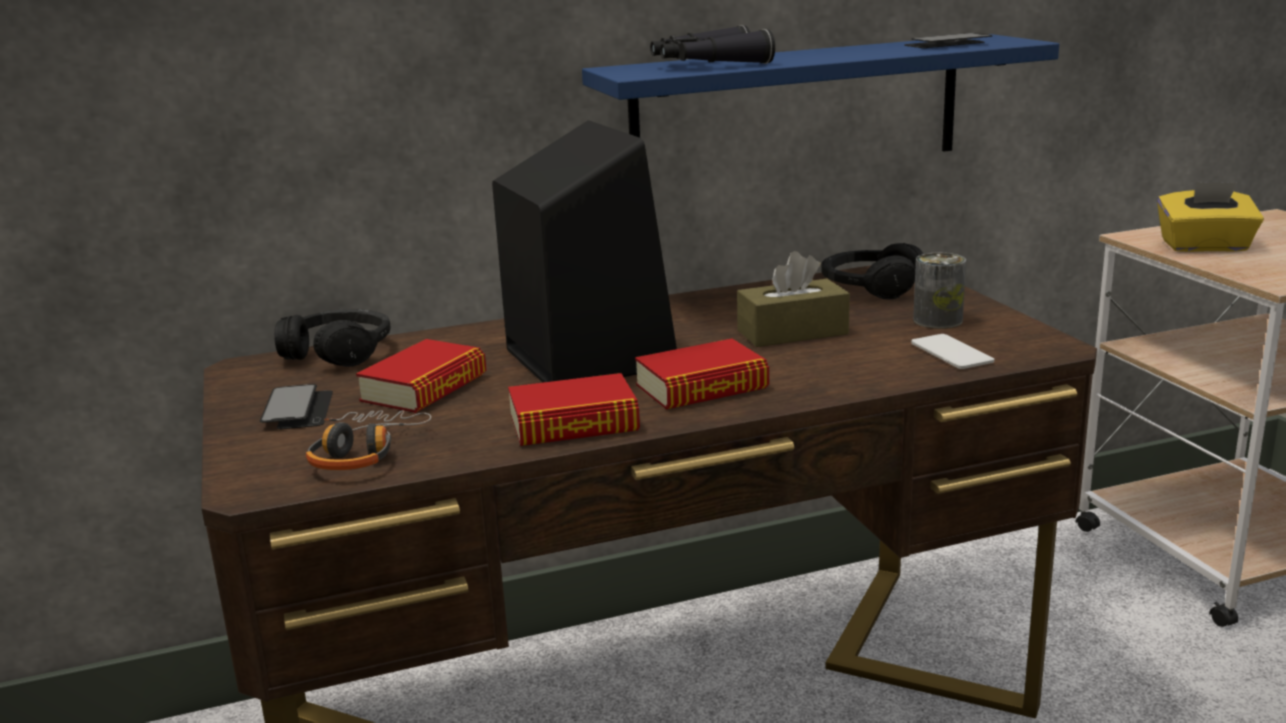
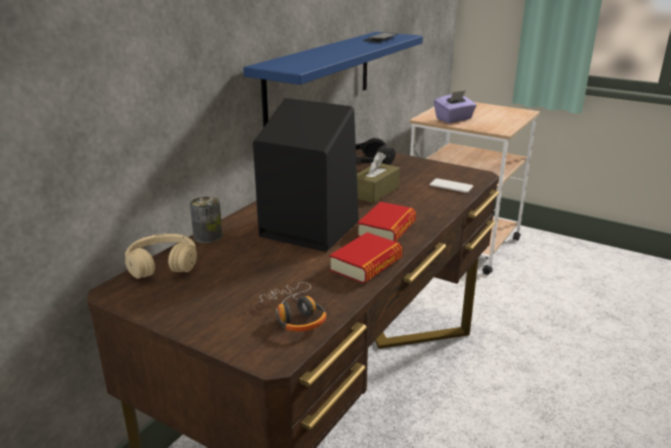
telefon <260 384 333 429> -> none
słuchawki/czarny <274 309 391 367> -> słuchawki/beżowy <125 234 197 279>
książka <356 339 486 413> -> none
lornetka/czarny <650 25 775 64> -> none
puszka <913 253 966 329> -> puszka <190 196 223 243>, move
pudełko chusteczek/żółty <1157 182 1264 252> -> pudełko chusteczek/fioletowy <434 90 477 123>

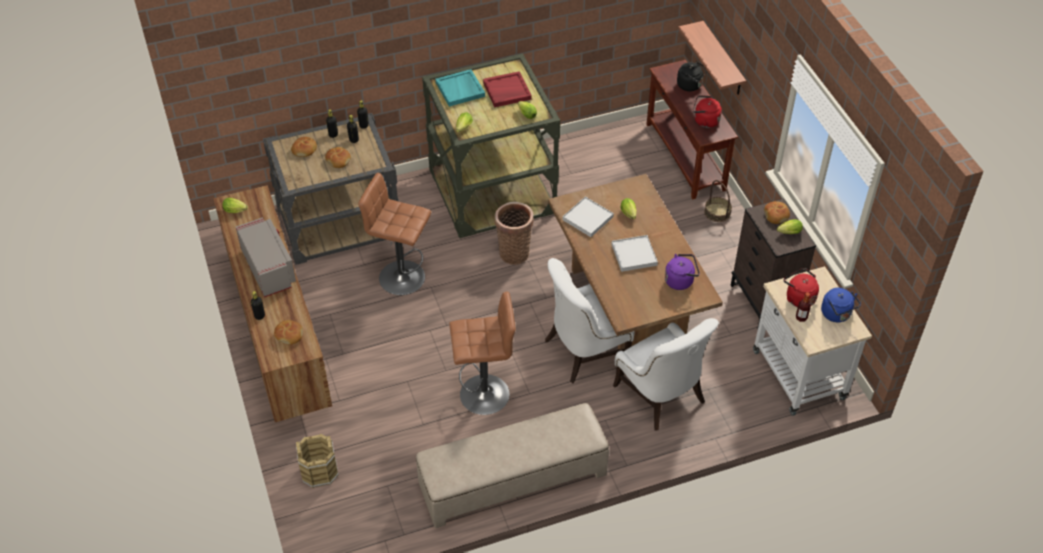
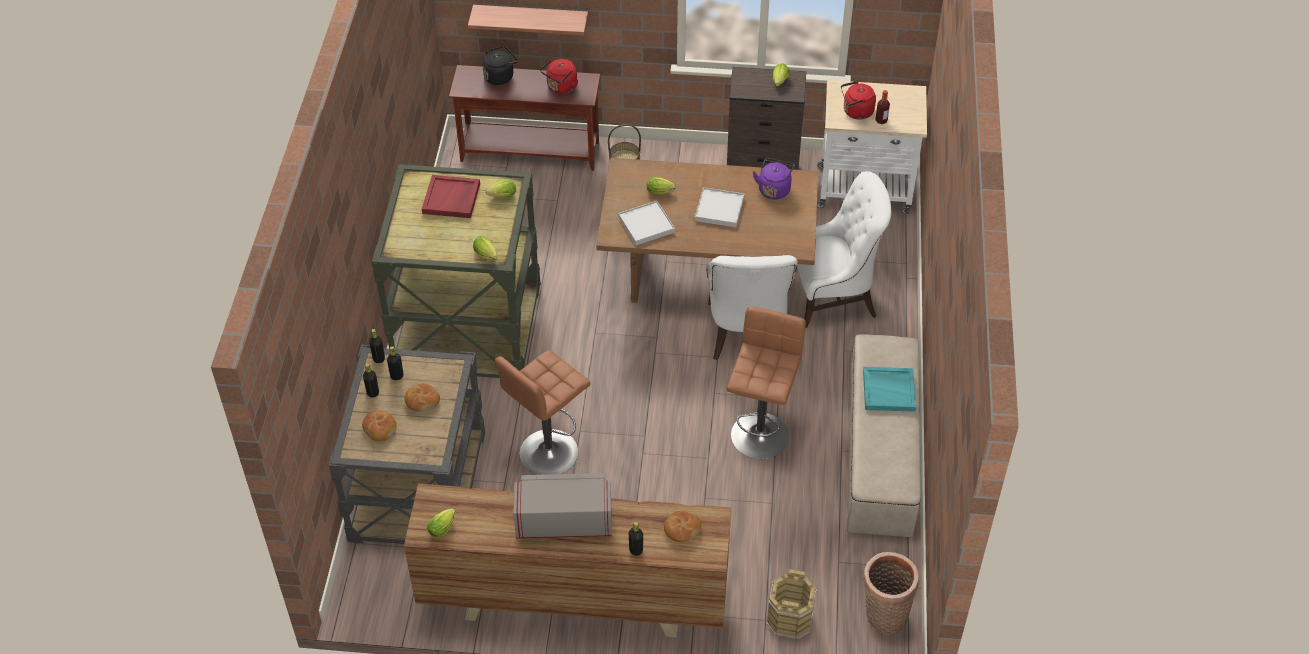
taca/turkusowy <435 69 485 107> -> taca/turkusowy <863 367 916 412>, move
koszyk <495 202 534 265> -> koszyk <863 552 919 634>, move
chleb <764 201 790 224> -> none
czajnik/niebieski <821 288 861 322> -> none

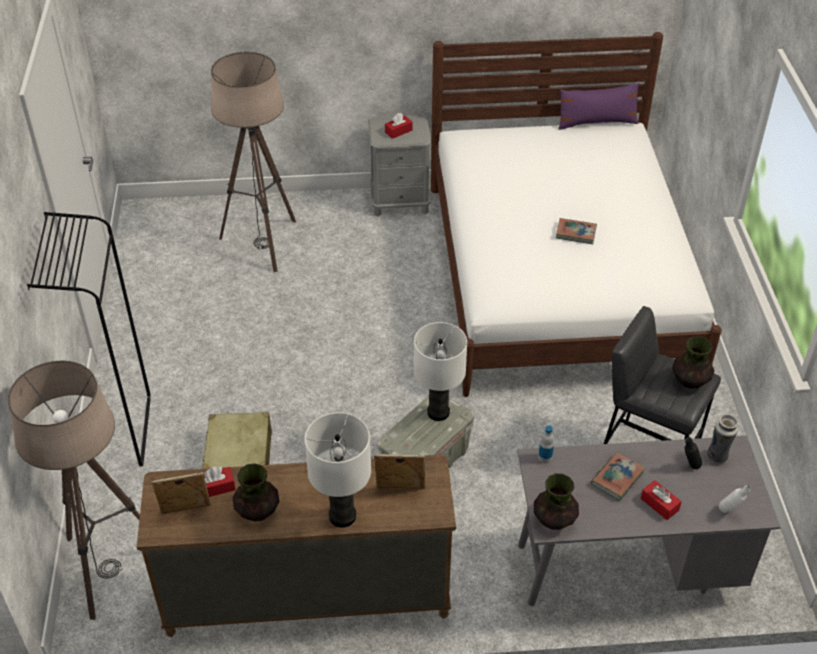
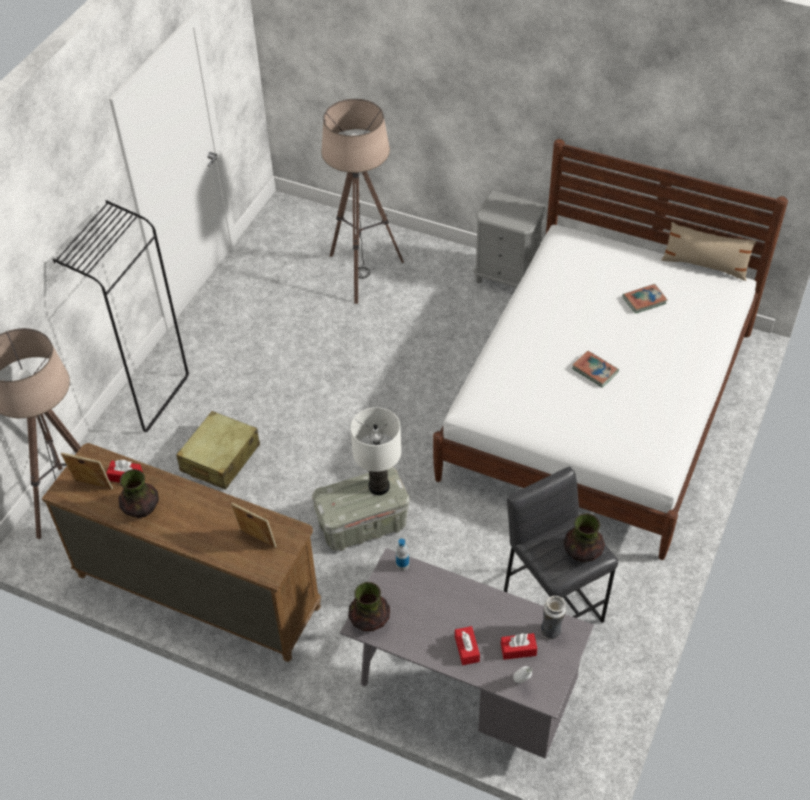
lampa stołowa/biały <304 413 371 527> -> none
pudełko chusteczek/czerwony <385 113 413 139> -> pudełko chusteczek/czerwony <501 633 537 660>, move
poduszka/fioletowy <558 83 640 130> -> poduszka/beżowy <661 222 757 281>
książka <591 452 645 501> -> książka <623 284 667 314>, move
butelka/czarny <684 437 702 469> -> none

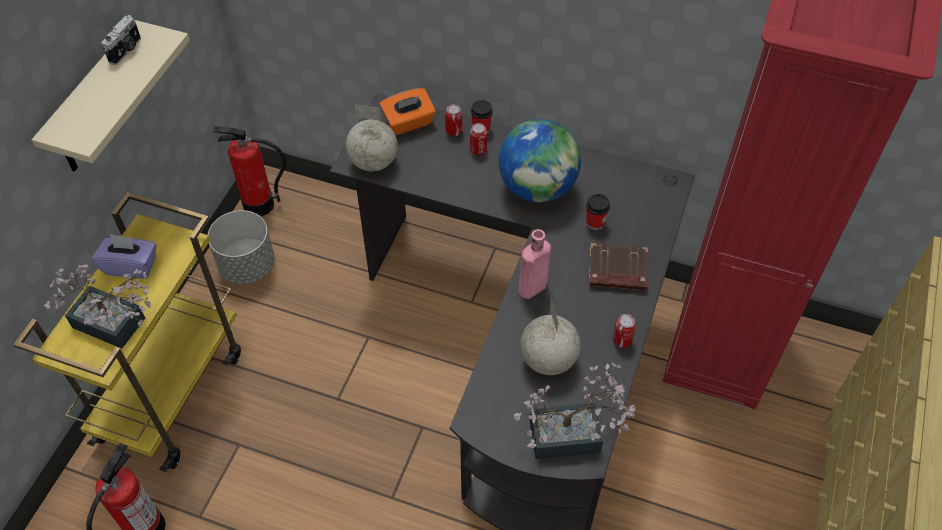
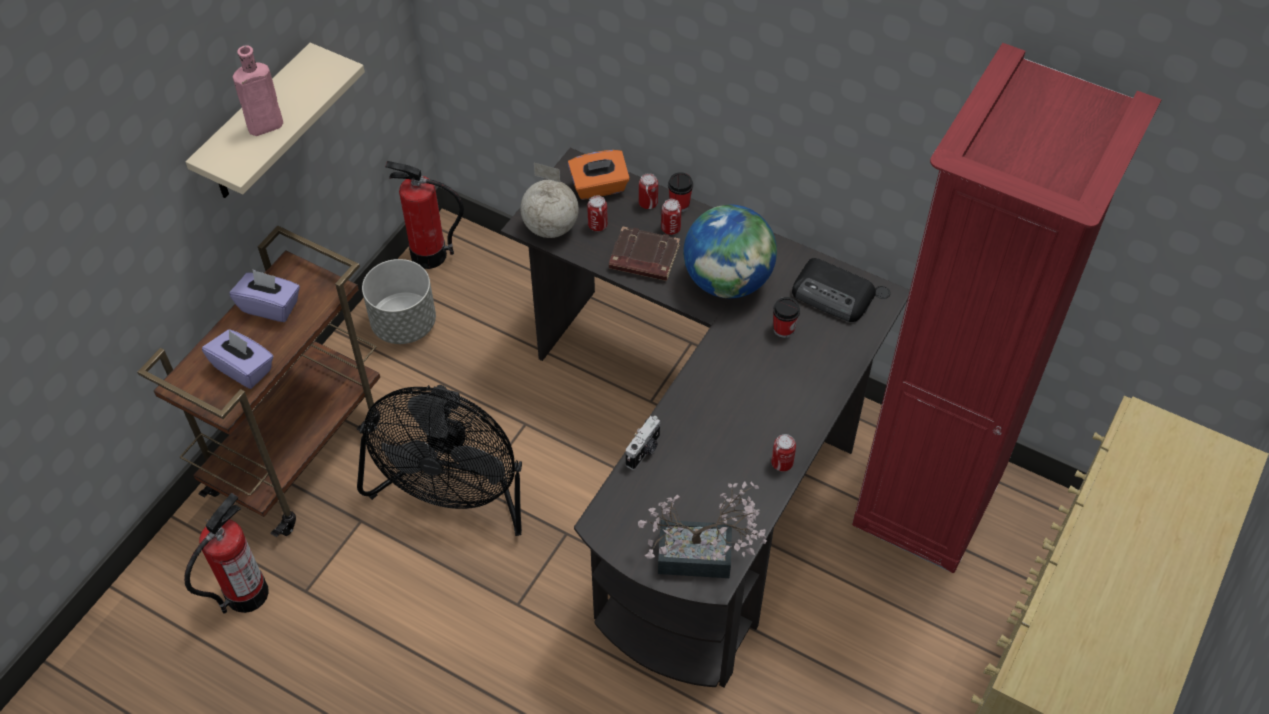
wózek/żółty <13 192 241 472> -> wózek/brązowy <137 226 380 537>
roślina doniczkowa <44 265 151 349> -> pudełko chusteczek/fioletowy <202 329 273 389>
aparat fotograficzny <101 15 141 65> -> aparat fotograficzny <626 416 660 470>, move
butelka/różowy <519 229 551 299> -> butelka/różowy <233 45 283 136>, move
globus <520 299 581 375> -> none
książka/brązowy <589 243 648 290> -> książka/brązowy <609 226 680 281>, move
none -> wentylator/czarny <357 385 522 536>
none -> puszka <588 195 608 231>
none -> radio <792 258 876 322>

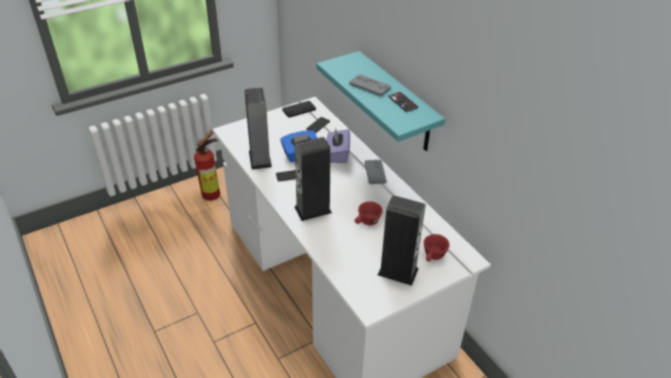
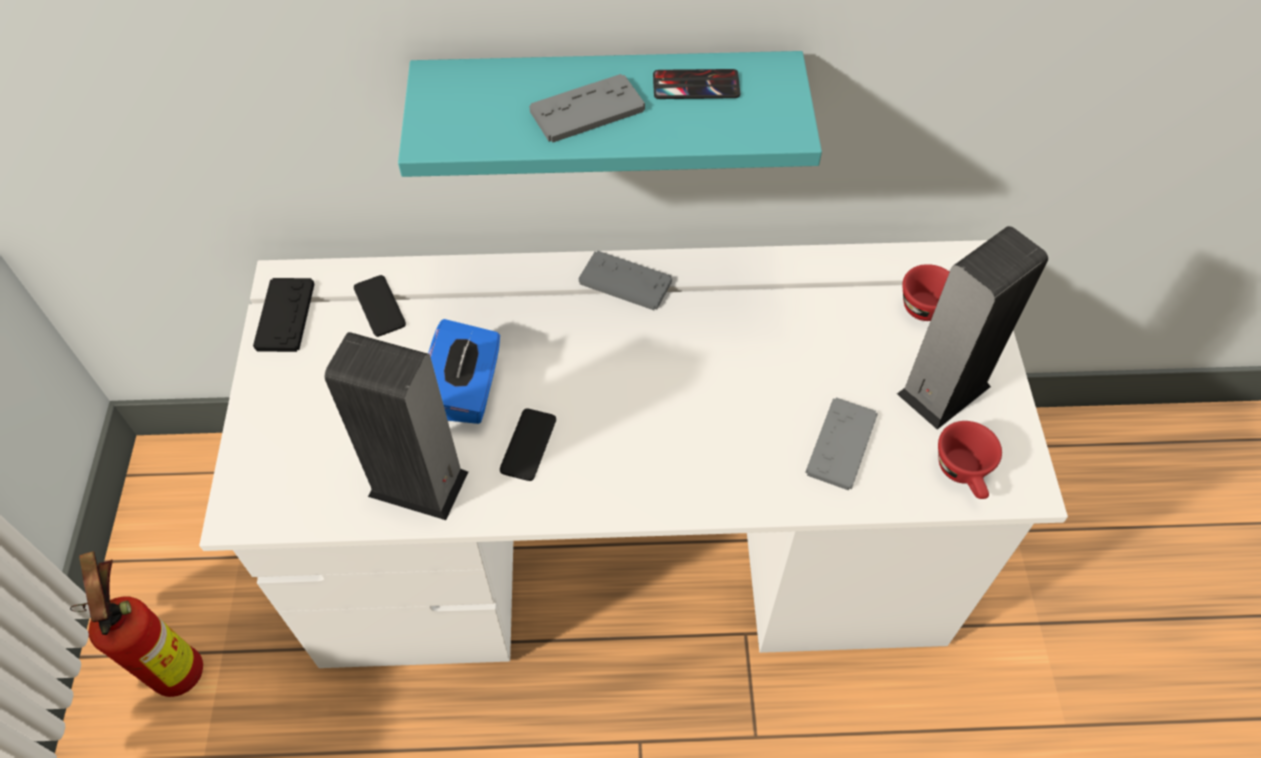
głośnik <294 137 332 221> -> none
pudełko chusteczek/fioletowy <327 128 350 163> -> none
filiżanka/czerwony <355 201 383 225> -> filiżanka/czerwony <938 421 1002 499>, move
none -> pad do gier/szary <805 397 878 490>

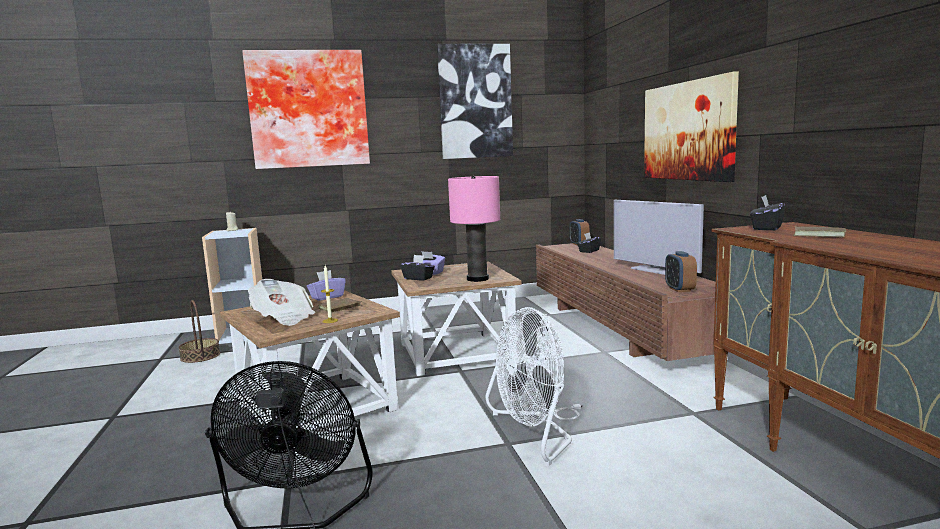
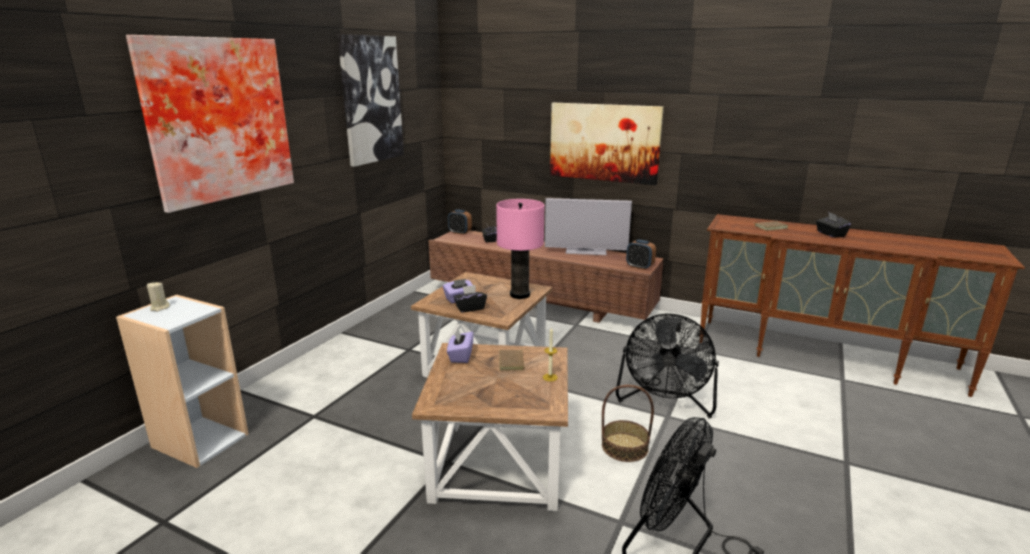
koszyk <178 300 220 363> -> koszyk <602 385 654 462>, move
gazeta <248 279 315 326> -> none
wentylator/biały <486 307 582 467> -> wentylator/czarny <616 313 719 418>
pudełko chusteczek/czarny <750 195 785 230> -> pudełko chusteczek/czarny <816 212 851 238>, move

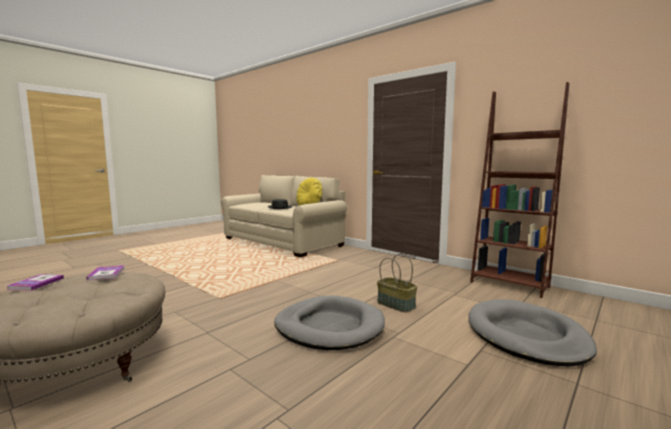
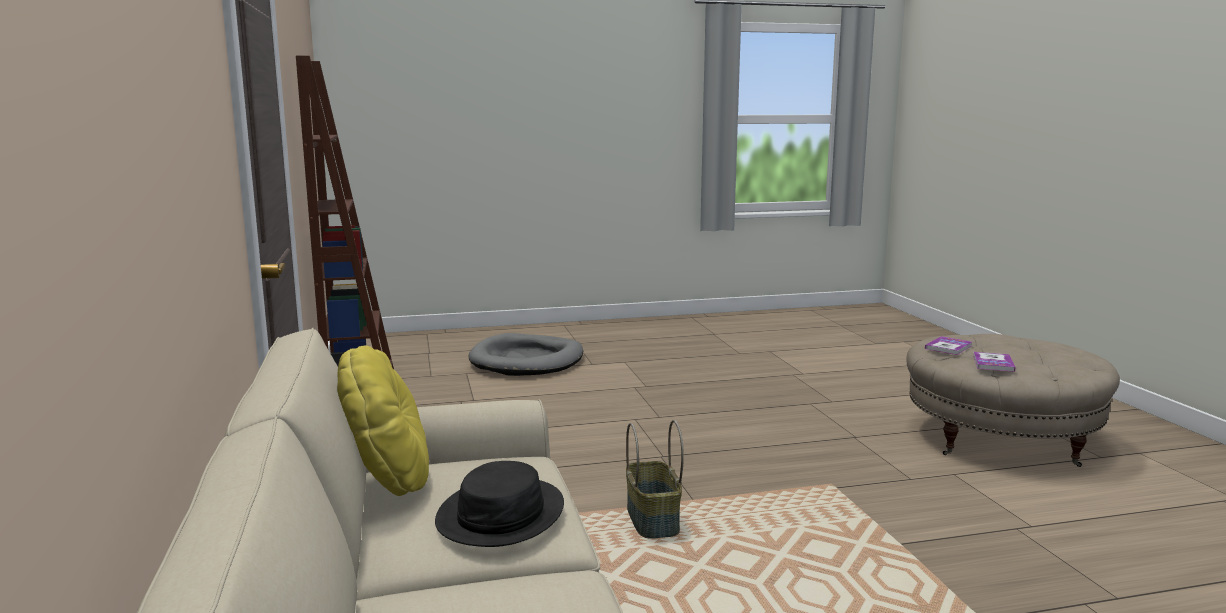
książka <7 274 64 291> -> książka <925 336 972 355>, move
legowisko/szary <274 296 385 350> -> none
koszyk <377 254 417 312> -> koszyk <626 420 684 539>, move

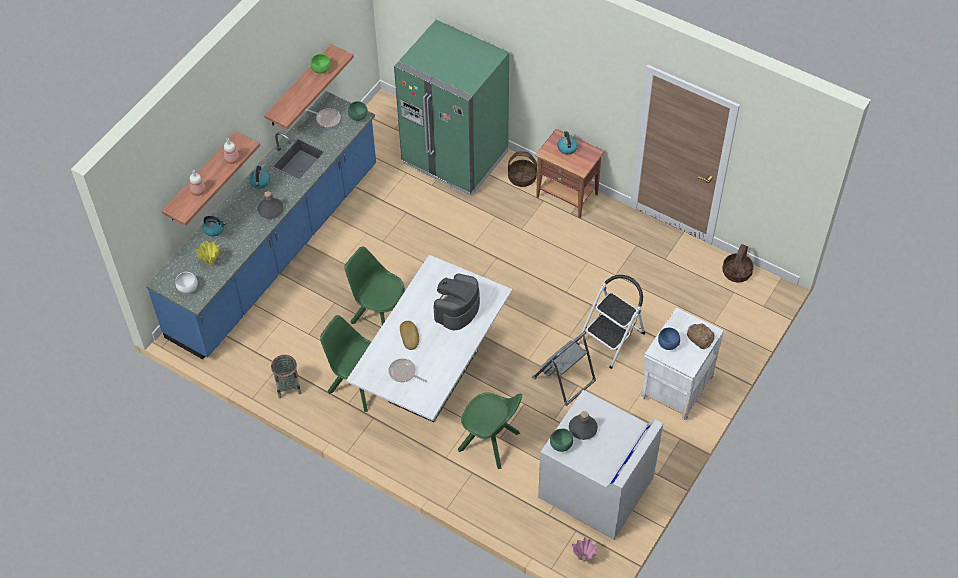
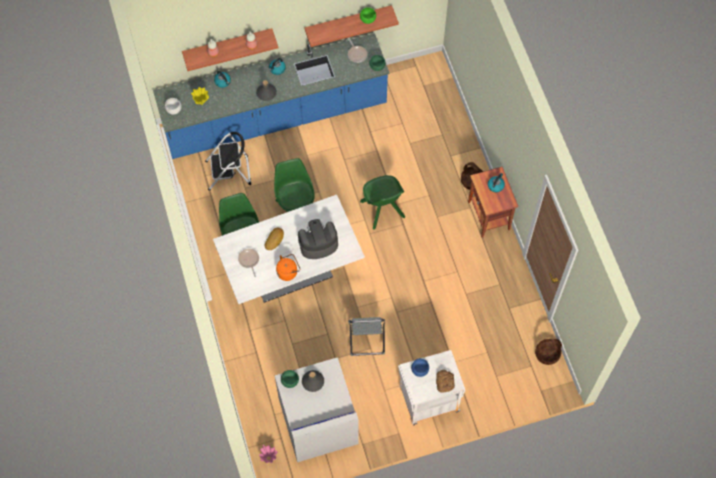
koszyk <271 355 302 399> -> none
lodówka/zielony <394 20 509 196> -> none
krzesło/zielony <458 392 522 469> -> krzesło/zielony <360 175 405 230>, move
drabinka <576 275 645 369> -> drabinka <205 132 251 191>, move
none -> czajnik/pomarańczowy <276 254 300 281>

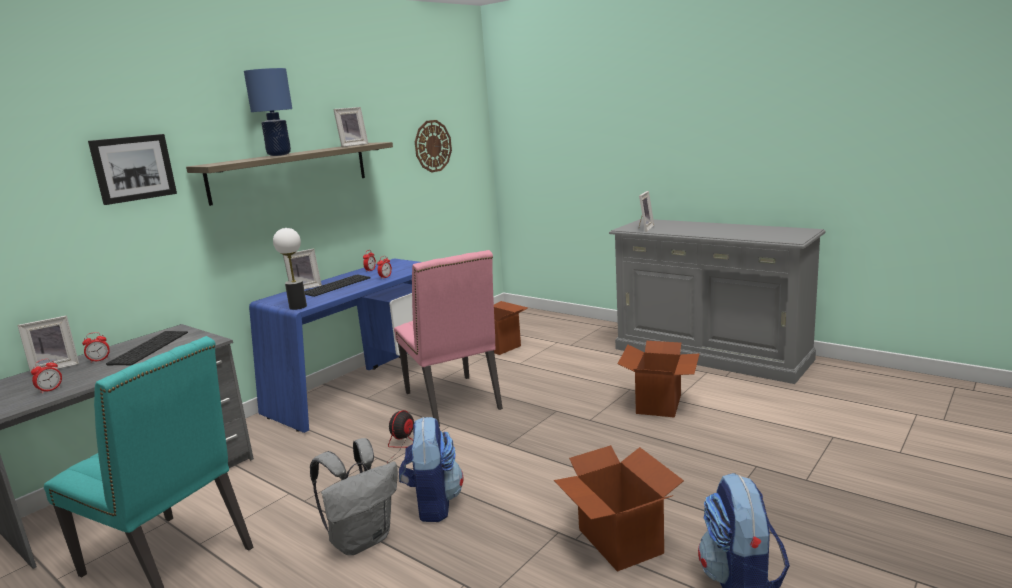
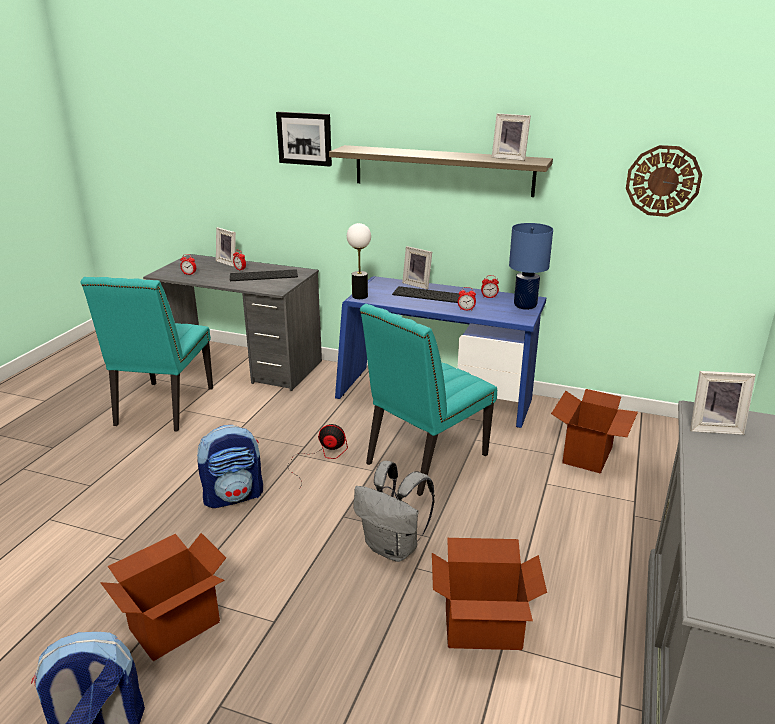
lampa stołowa/niebieski <244 68 292 156> -> lampa stołowa/niebieski <509 223 553 310>, move
plecak/szary <310 438 398 555> -> plecak/szary <353 461 435 562>, move
krzesło/różowy <394 250 503 427> -> krzesło/turkusowy <360 304 497 496>

